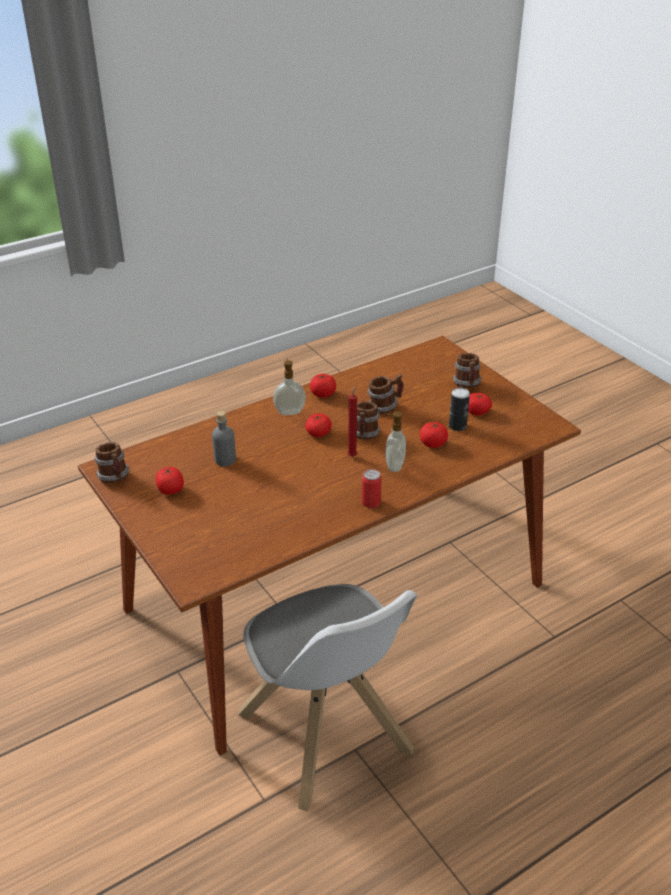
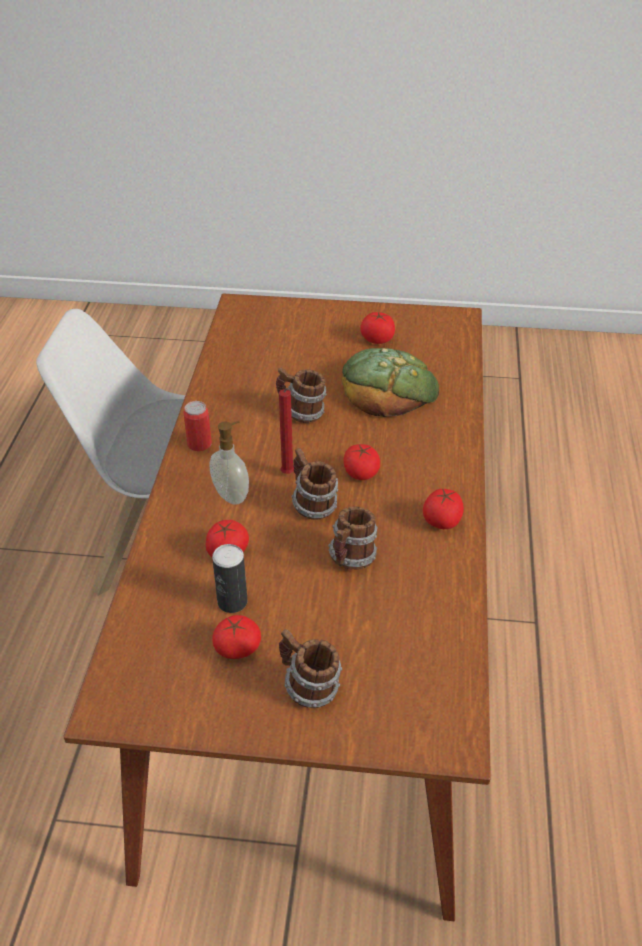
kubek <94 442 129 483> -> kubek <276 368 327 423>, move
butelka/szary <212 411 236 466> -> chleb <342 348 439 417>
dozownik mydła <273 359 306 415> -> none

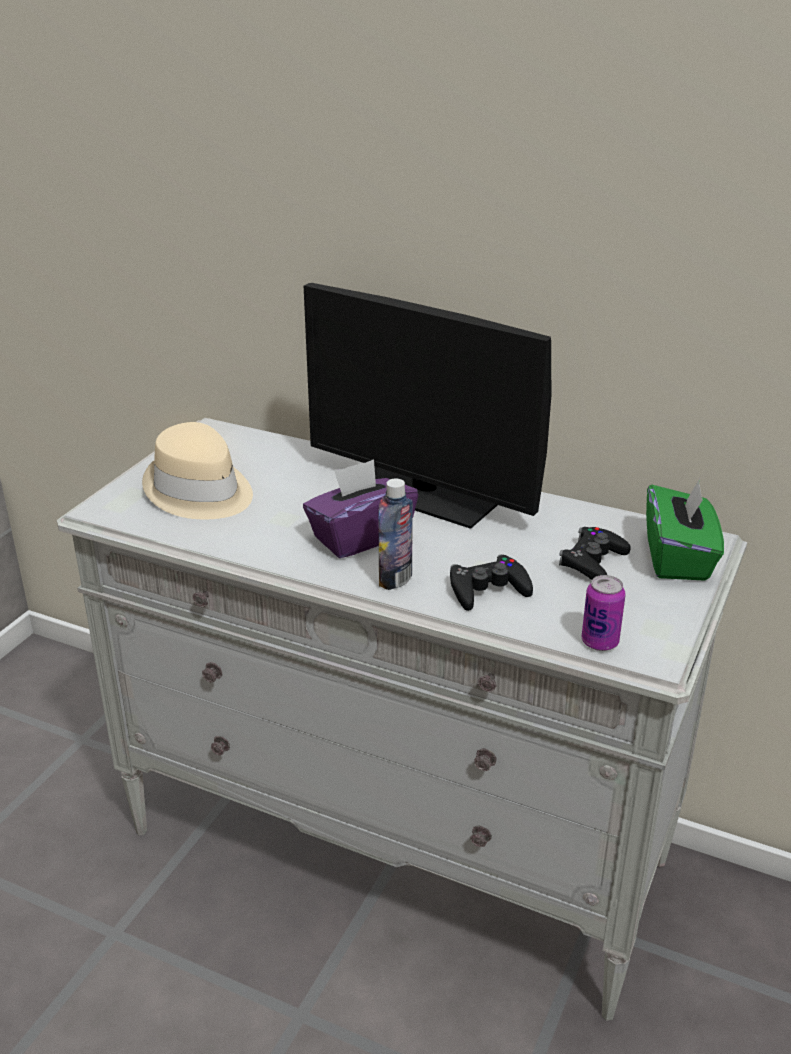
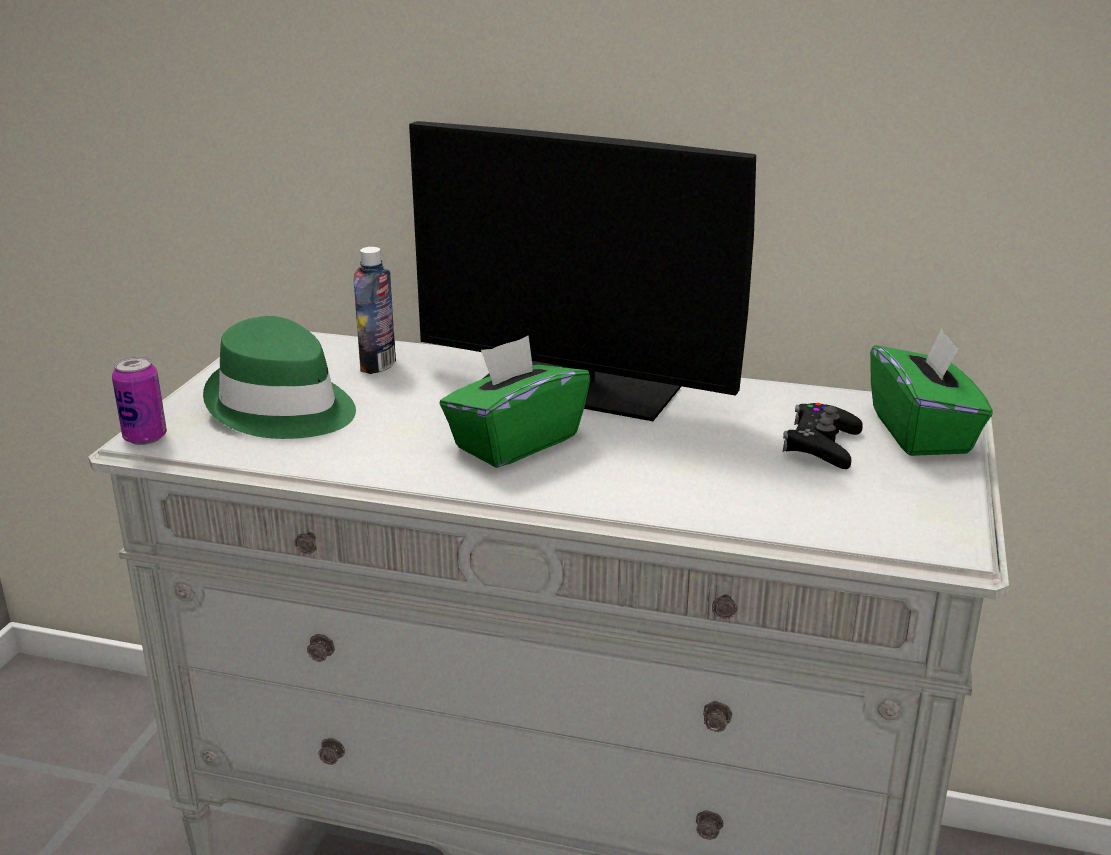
kapelusz/beżowy <142 422 253 519> -> kapelusz/zielony <203 316 356 439>
pudełko chusteczek/fioletowy <303 459 418 558> -> pudełko chusteczek/zielony <439 336 591 468>
butelka <378 479 413 590> -> butelka <354 247 396 374>, move
pad do gier/czarny <450 554 533 611> -> none
puszka <582 575 626 651> -> puszka <112 357 167 445>, move

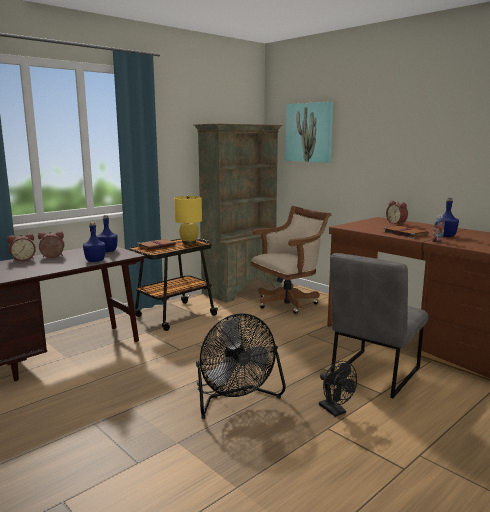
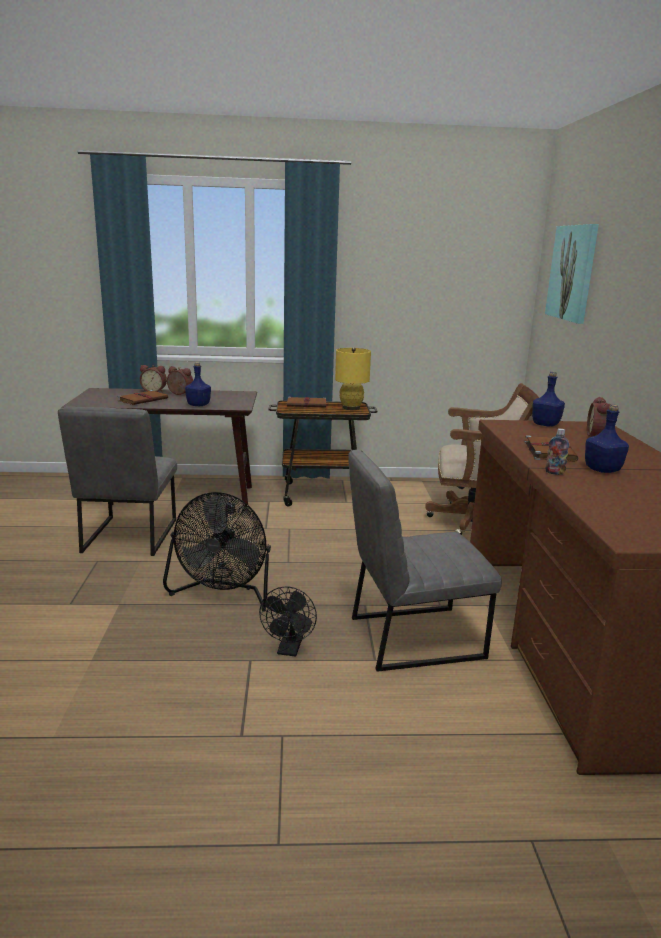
butelka/niebieski <97 215 117 252> -> butelka/niebieski <532 372 565 427>, move
regał/zielony <193 124 282 303> -> none
none -> krzesło/szary <58 407 177 556>
none -> książka/brązowy <118 390 168 405>

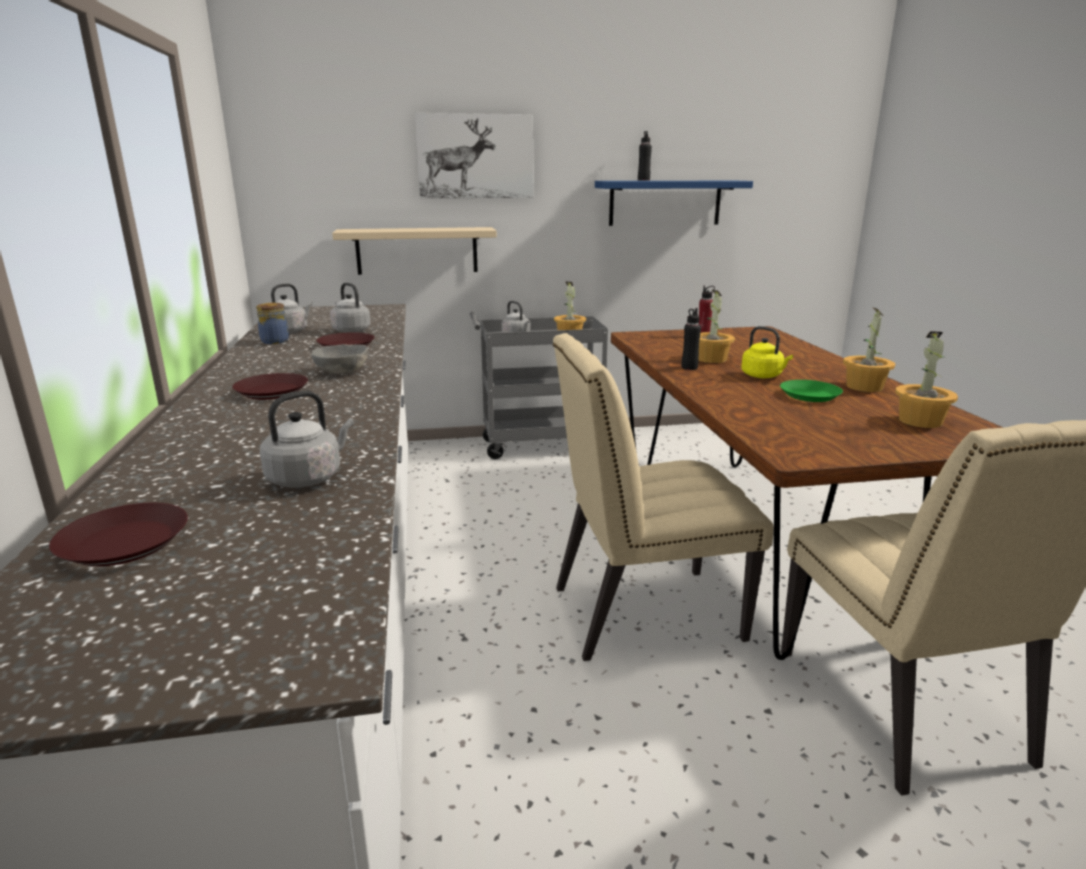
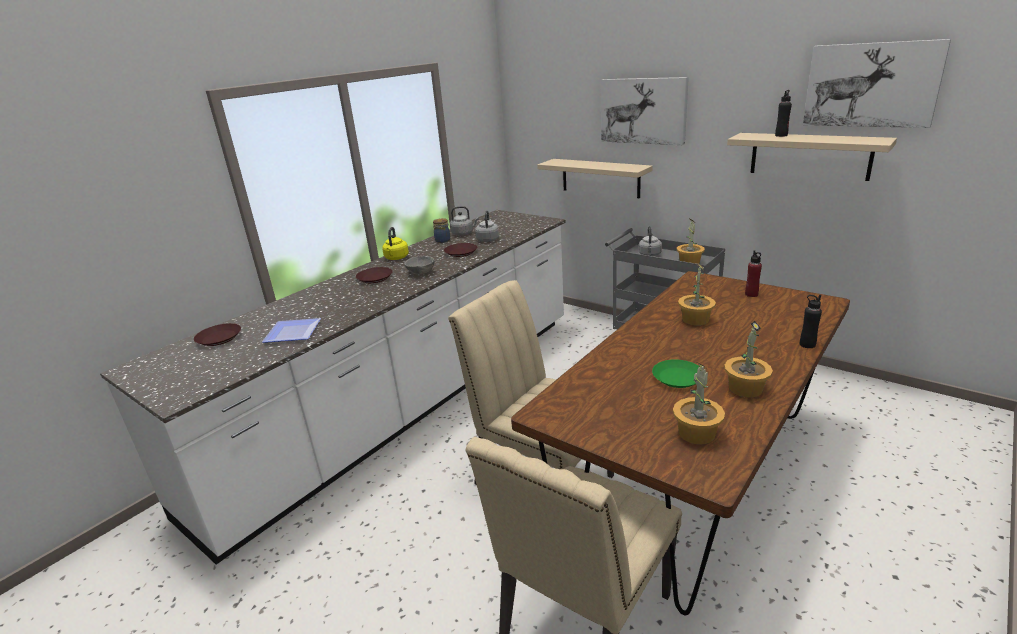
czajnik/szary <260 391 354 488> -> talerz <262 318 321 343>
półka/niebieski <595 181 753 226> -> półka/beżowy <727 133 897 181>
butelka/czarny <682 308 701 370> -> butelka/czarny <800 295 822 348>, move
czajnik/żółty <741 326 793 378> -> czajnik/żółty <382 227 409 260>, move
none -> obraz <803 39 951 128>

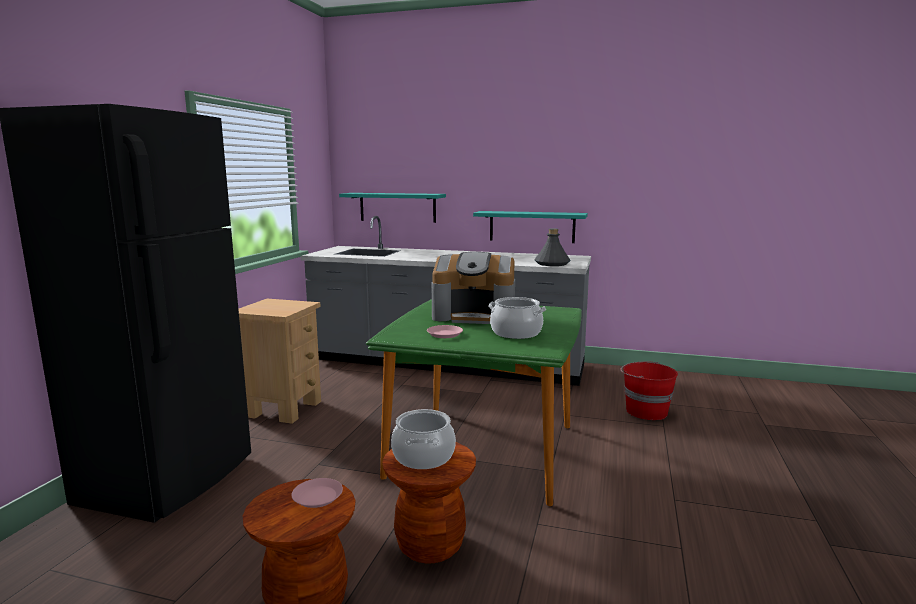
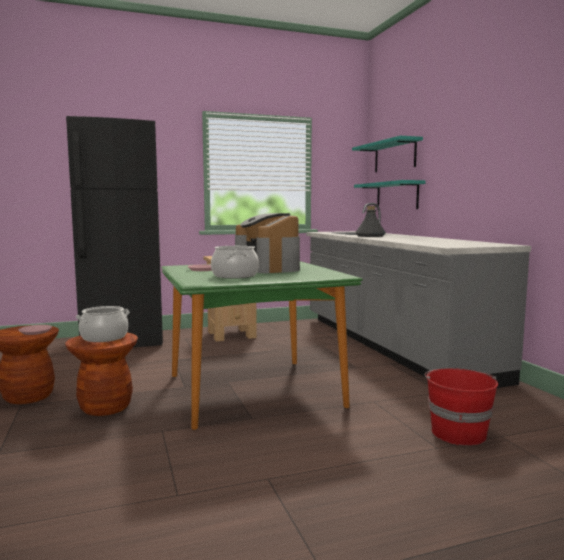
półka/turkusowy <473 211 588 243> -> półka/turkusowy <352 136 423 172>, move
butelka/szary <534 228 570 266> -> butelka/szary <355 206 386 237>, move

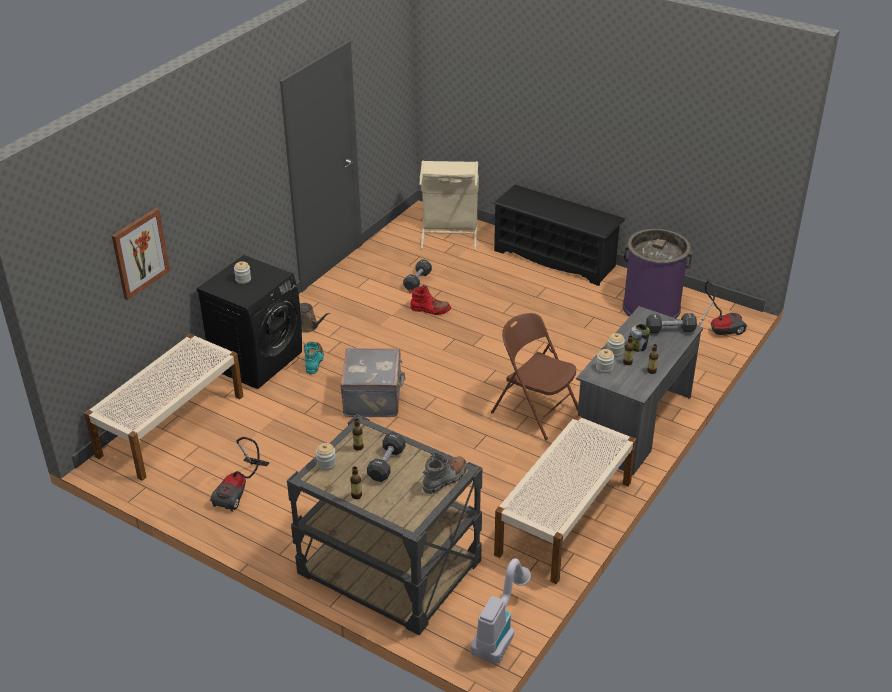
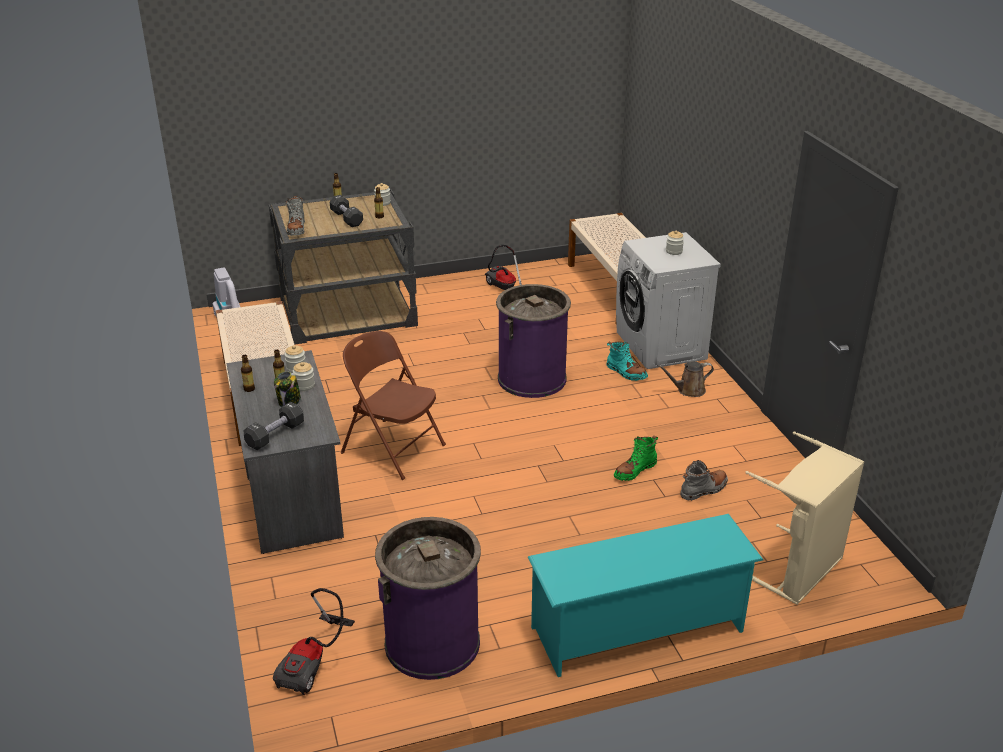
obraz <112 208 170 300> -> none
pralka/czarny <197 255 302 389> -> pralka/biały <616 232 721 369>
walizka/szary <341 348 405 417> -> kosz na śmieci/fioletowy <496 284 571 398>
hantel/czarny <403 259 432 290> -> but z cholewką/szary <680 460 728 501>
but z cholewką/czerwony <409 285 451 315> -> but z cholewką/zielony <614 436 658 481>
krzesło/brązowy <491 313 578 441> -> krzesło/brązowy <341 331 446 480>, 135 degrees counterclockwise
regał na buty/czarny <493 185 625 286> -> regał na buty/turkusowy <528 514 763 677>

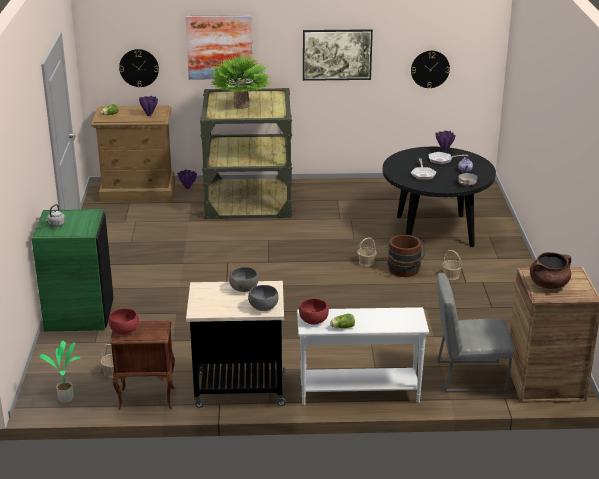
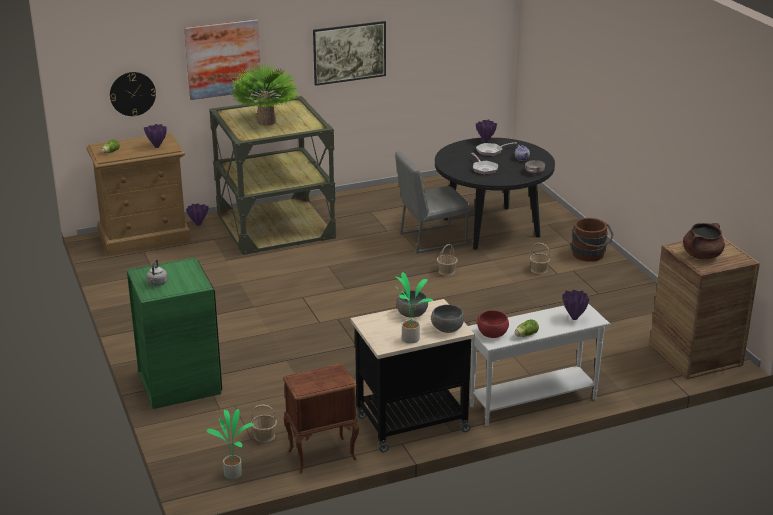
miska/czerwony <108 308 139 334> -> none
wiadro/brązowy <386 235 425 277> -> wiadro/brązowy <571 218 614 262>, move
zegar ścienny <411 51 450 88> -> none
krzesło/szary <437 273 514 393> -> krzesło/szary <395 151 470 253>, move
none -> roślina doniczkowa <394 272 433 344>
none -> wazon/fioletowy <562 290 589 320>

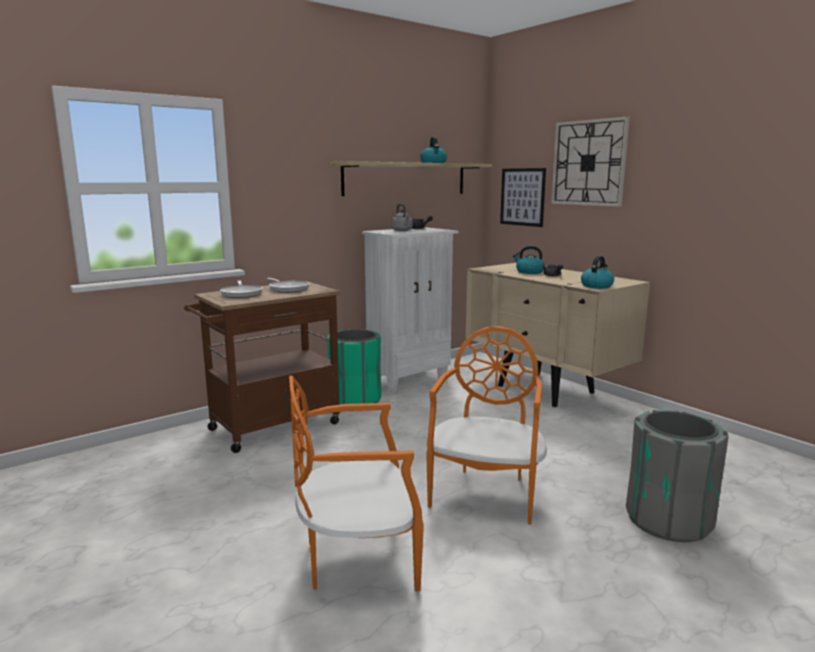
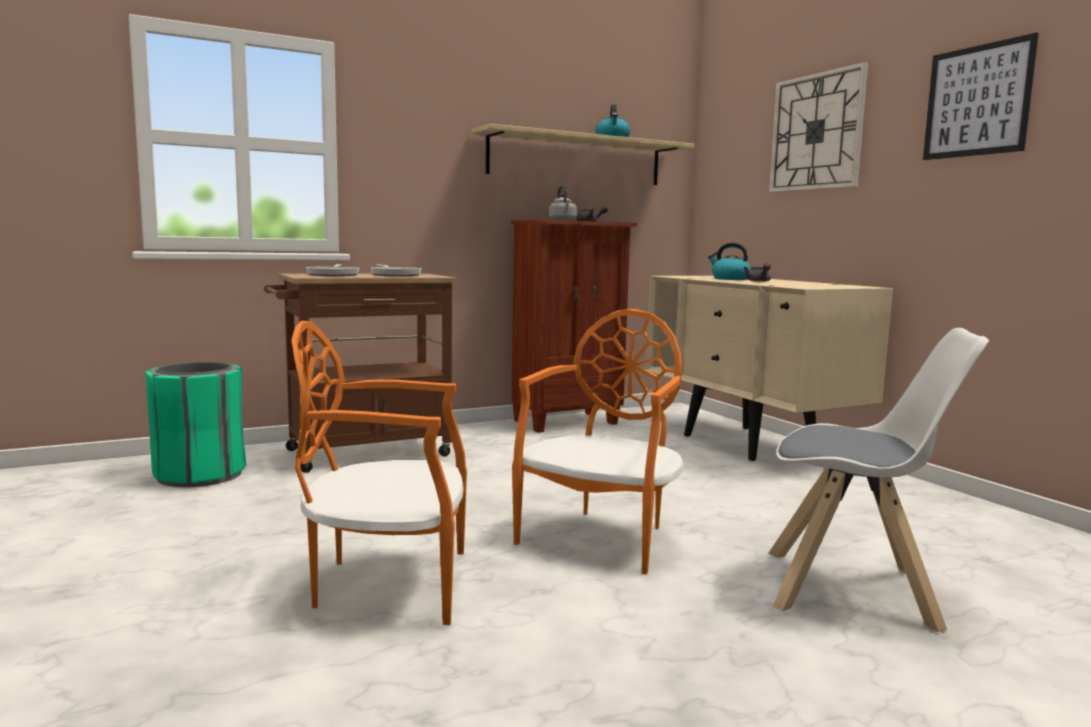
kosz na śmieci/zielony <327 329 381 405> -> kosz na śmieci/zielony <146 362 246 487>, move
szafka/biały <362 227 458 393> -> szafka/brązowy <511 220 637 433>
obraz <500 168 546 227> -> obraz <923 33 1039 160>, move
czajnik <581 256 614 288> -> none
kosz na śmieci/szary <626 410 729 542> -> krzesło <769 328 989 632>

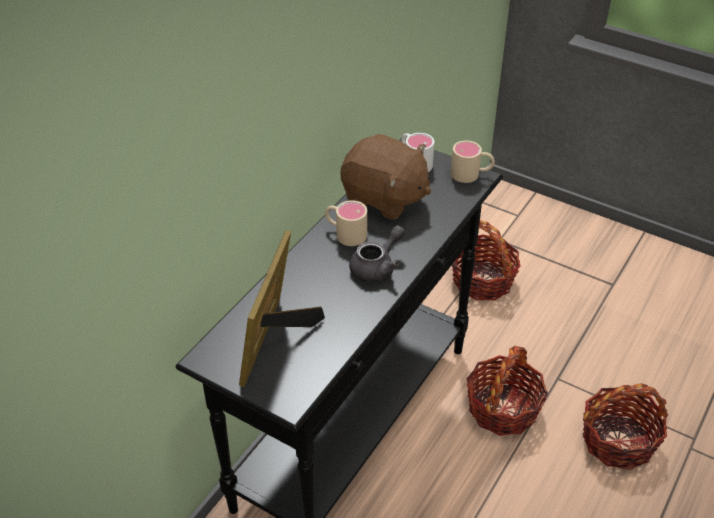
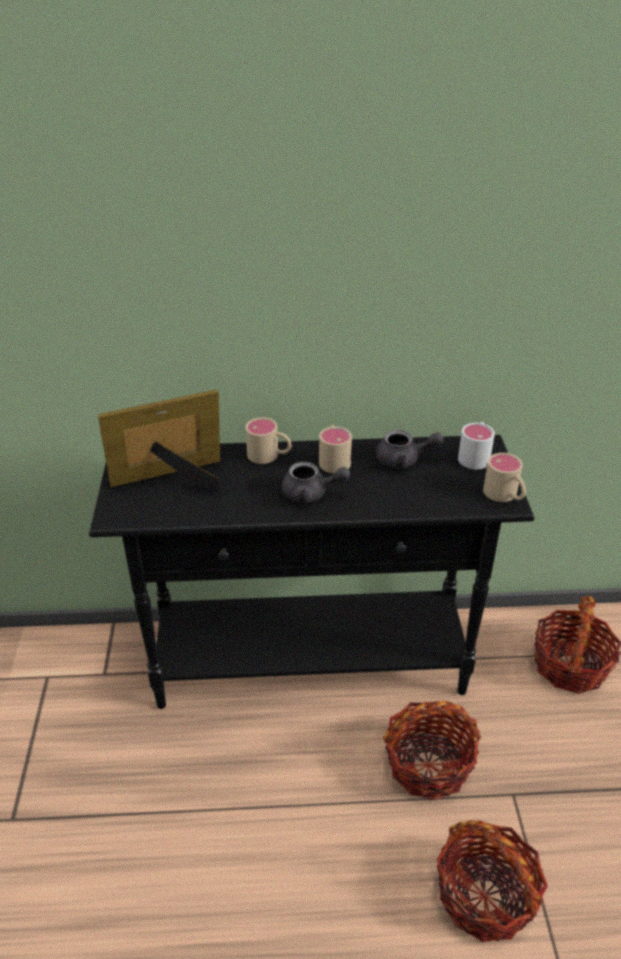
pluszak/brązowy <340 134 431 220> -> imbryk/szary <376 430 444 468>
none -> kubek/beżowy <246 417 292 464>

